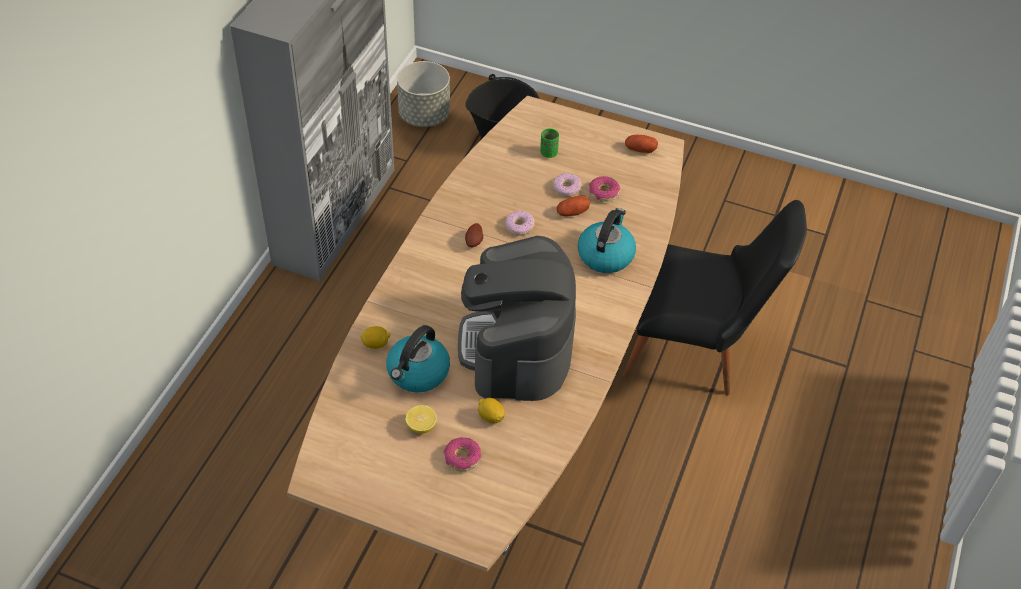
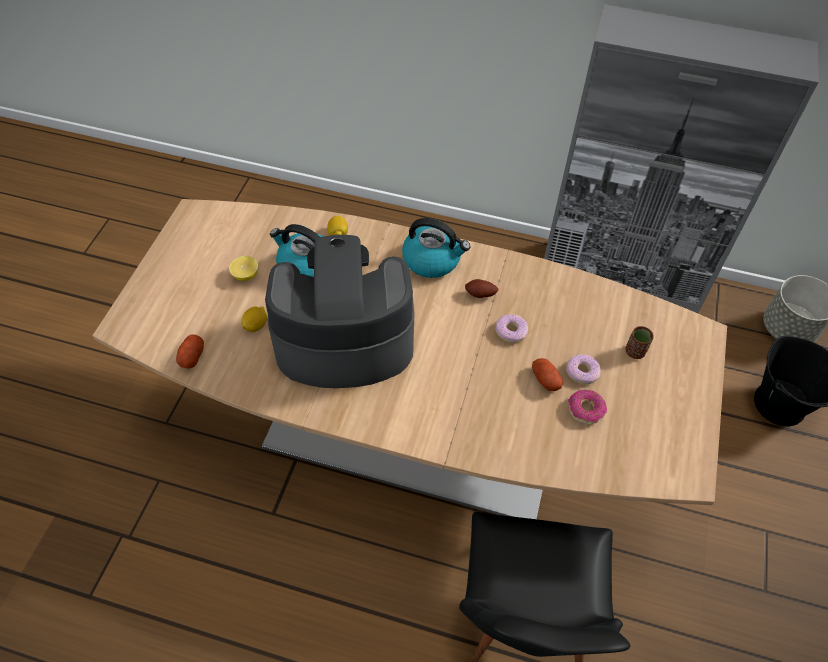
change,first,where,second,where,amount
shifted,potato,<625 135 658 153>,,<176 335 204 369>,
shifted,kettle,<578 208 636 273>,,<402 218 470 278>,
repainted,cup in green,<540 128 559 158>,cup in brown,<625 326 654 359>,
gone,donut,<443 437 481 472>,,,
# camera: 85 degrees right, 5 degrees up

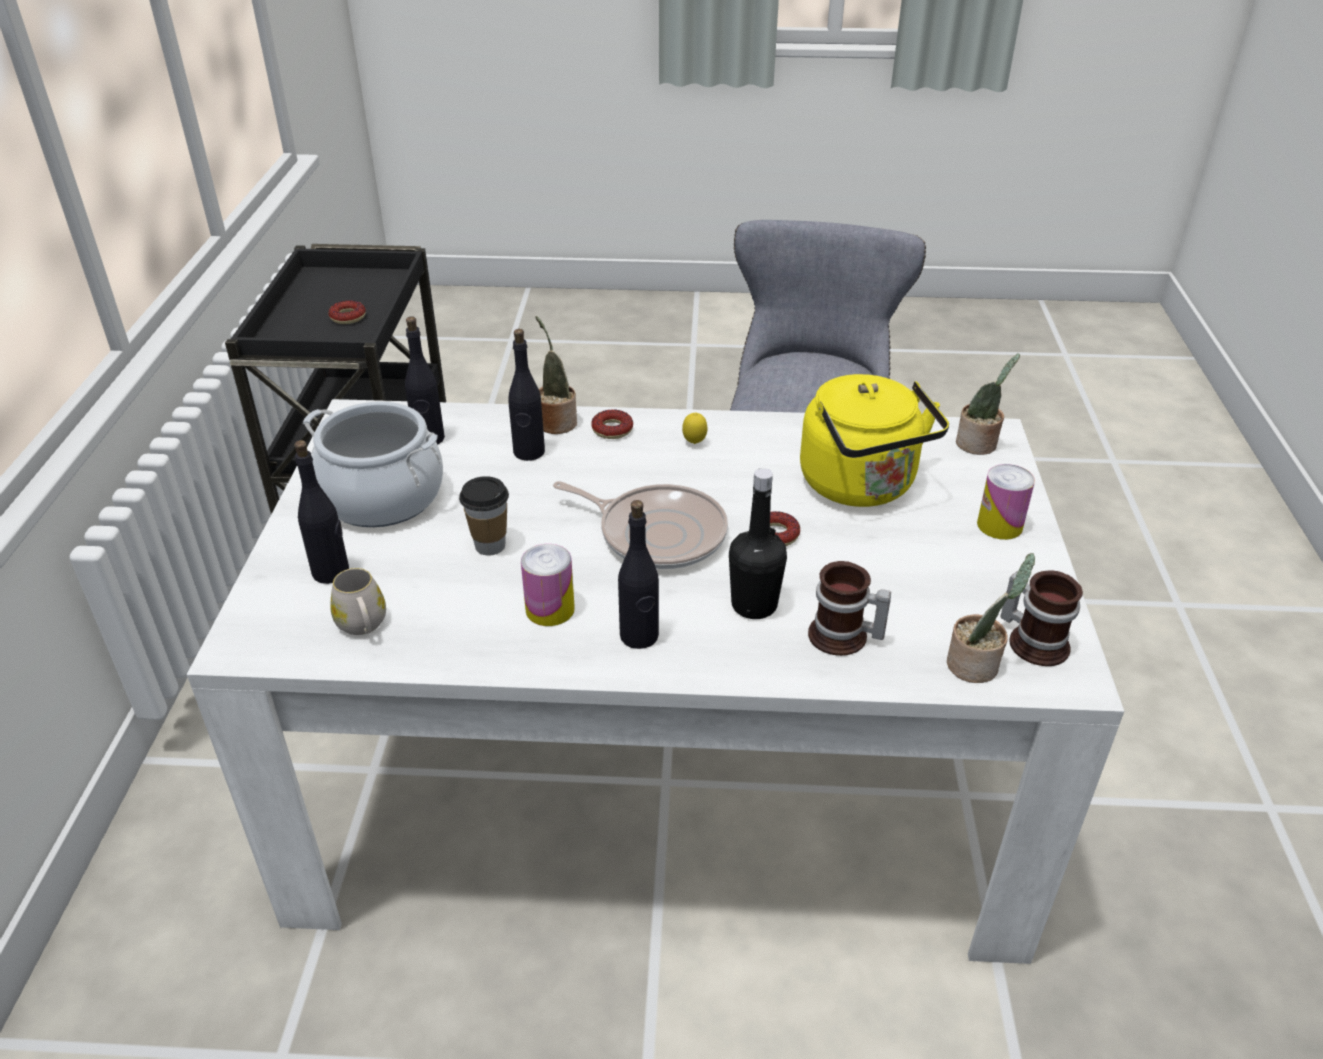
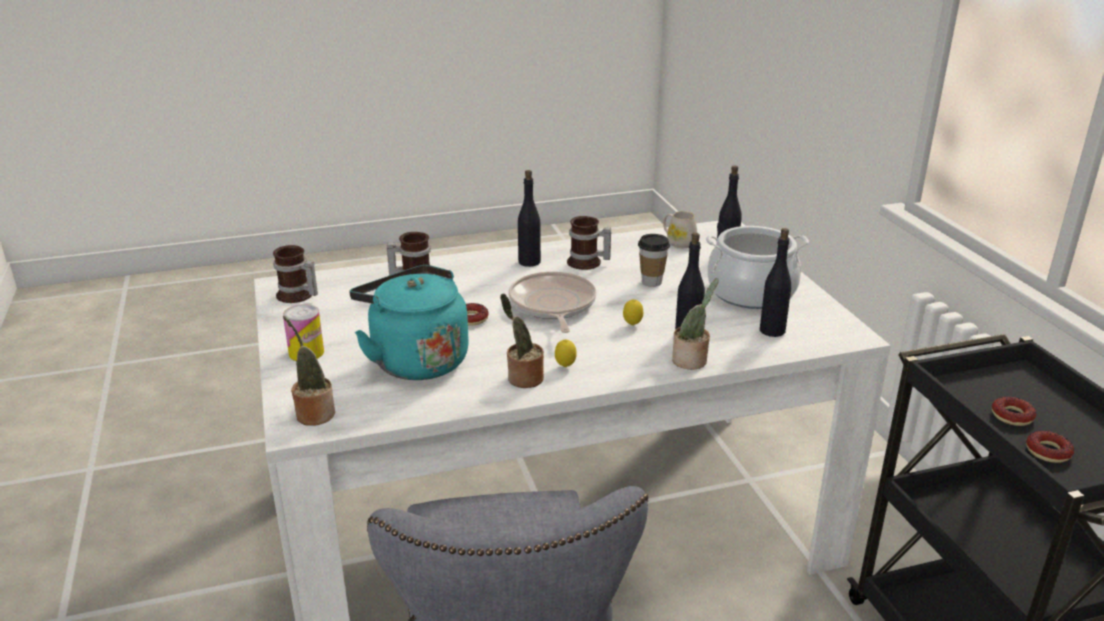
change,first,where,second,where,amount
repainted,kettle in yellow,<800 374 949 507>,kettle in turquoise,<349 265 469 380>,
shifted,potted plant,<947 553 1035 683>,,<500 294 544 388>,
rotated,frying pan,<553 481 728 569>,,<509 272 597 333>,75 degrees clockwise
swapped,can,<521 544 575 626>,mug,<567 216 611 270>,
new,,,lemon,<623 299 643 326>,
shifted,donut,<591 409 633 439>,,<1026 431 1074 463>,
gone,bottle in black,<729 468 787 619>,,,
# camera: 160 degrees right, 10 degrees down

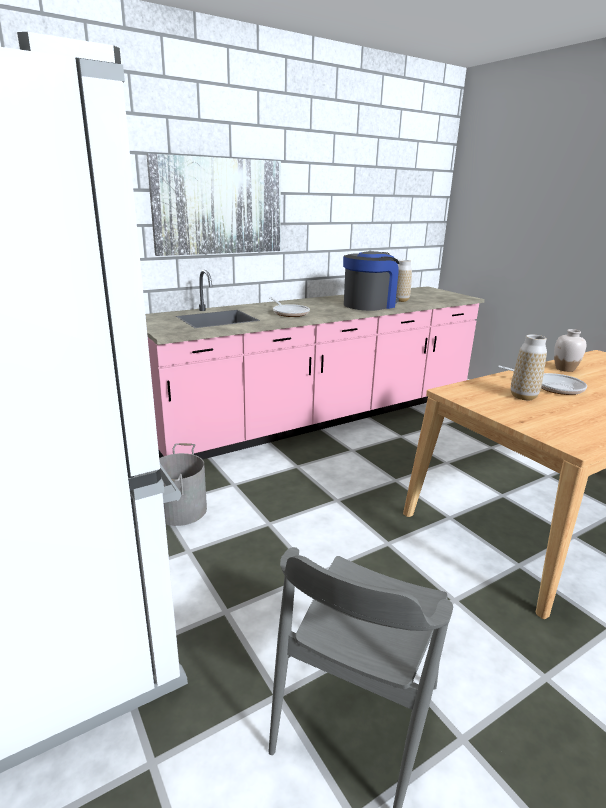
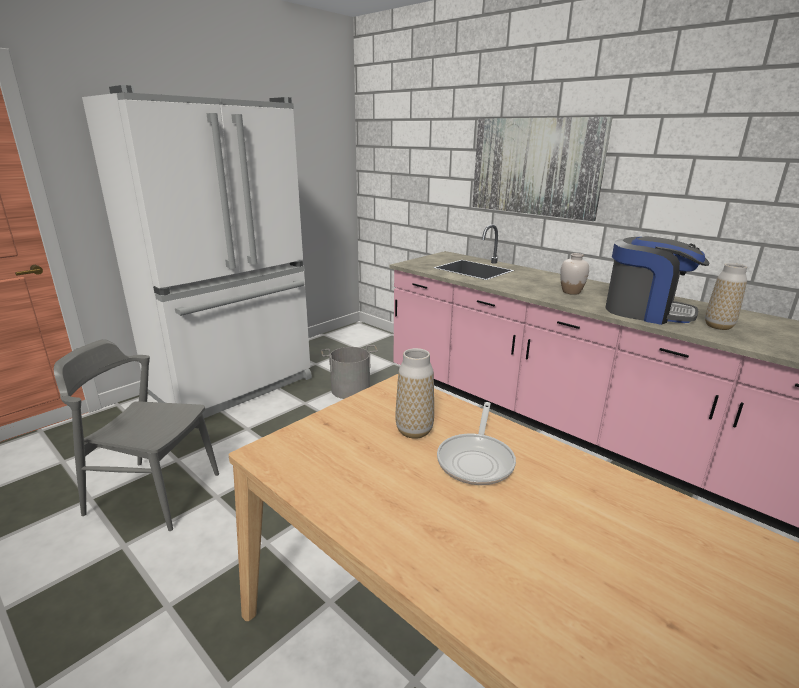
change,first,where,second,where,amount
shifted,vase in white,<554 329 586 372>,,<560 253 589 295>,
gone,frying pan,<268 297 310 317>,,,
# camera: 75 degrees right, 0 degrees up

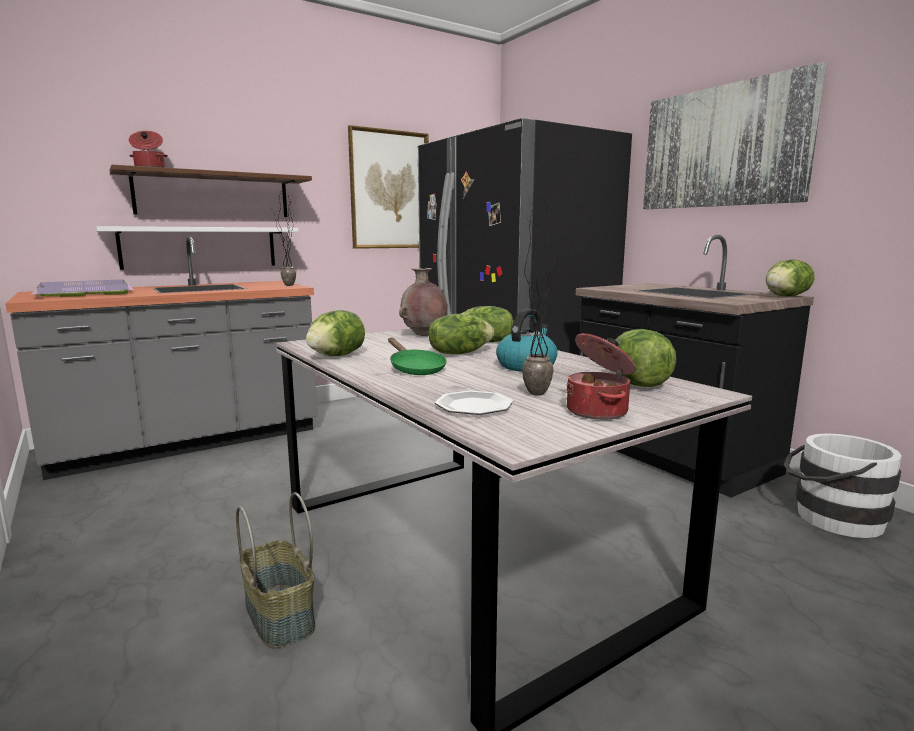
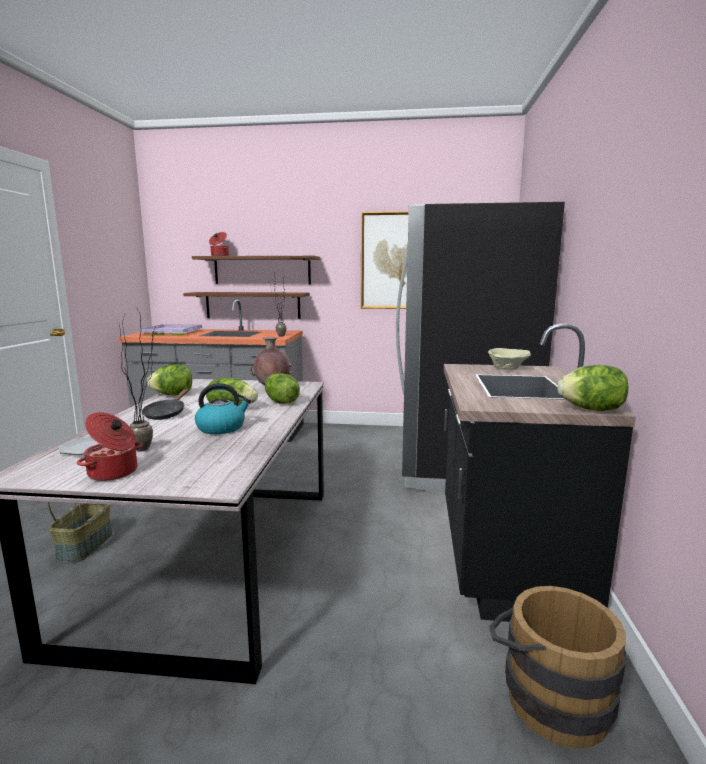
change,first,where,second,where,amount
repainted,frying pan in green,<388 338 447 375>,frying pan in black,<142 389 188 420>,
repainted,shelf in white,<96 226 299 270>,shelf in brown,<183 292 310 319>,
new,,,bowl in beige,<488 348 531 370>,
repainted,bucket in white,<784 433 902 538>,bucket in brown,<489 586 626 749>,
gone,lettuce,<616 329 677 387>,,,
gone,picture,<643 62 826 209>,,,
# camera: 40 degrees right, 0 degrees up

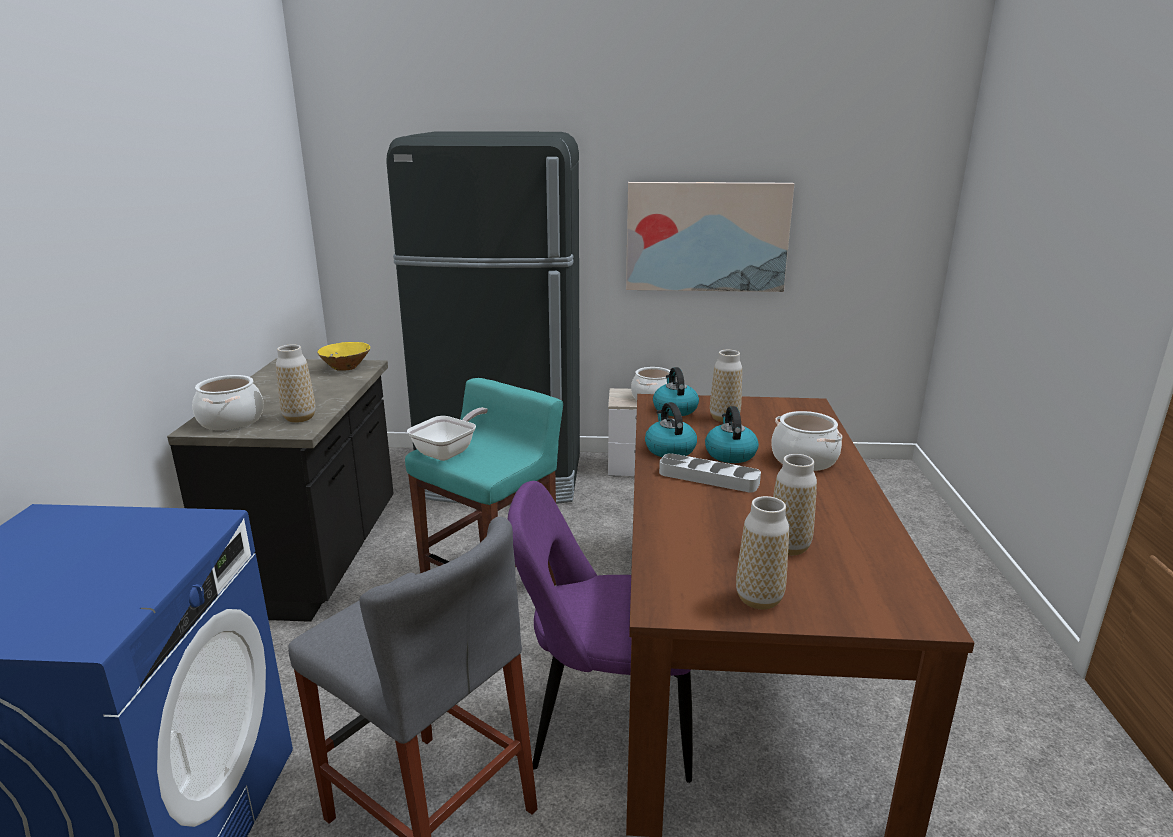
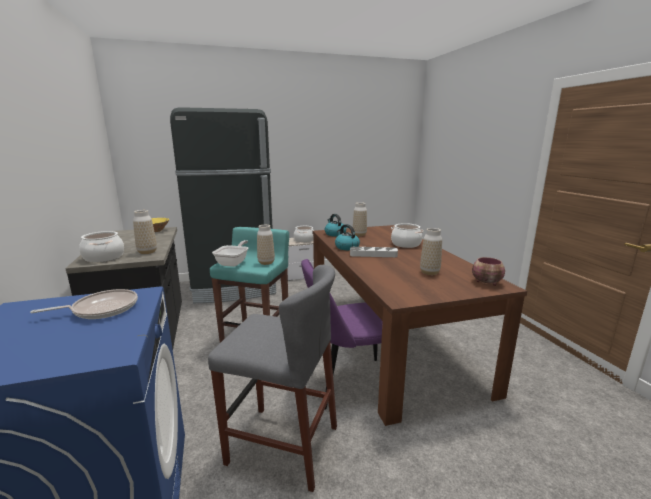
change,first,where,second,where,amount
new,,,frying pan,<30 289 138 319>,
shifted,vase,<736 496 789 609>,,<257 225 275 265>,
new,,,bowl,<472 257 505 286>,
gone,picture,<626 182 794 292>,,,
gone,kettle,<705 406 759 463>,,,
# camera: 20 degrees left, 5 degrees down

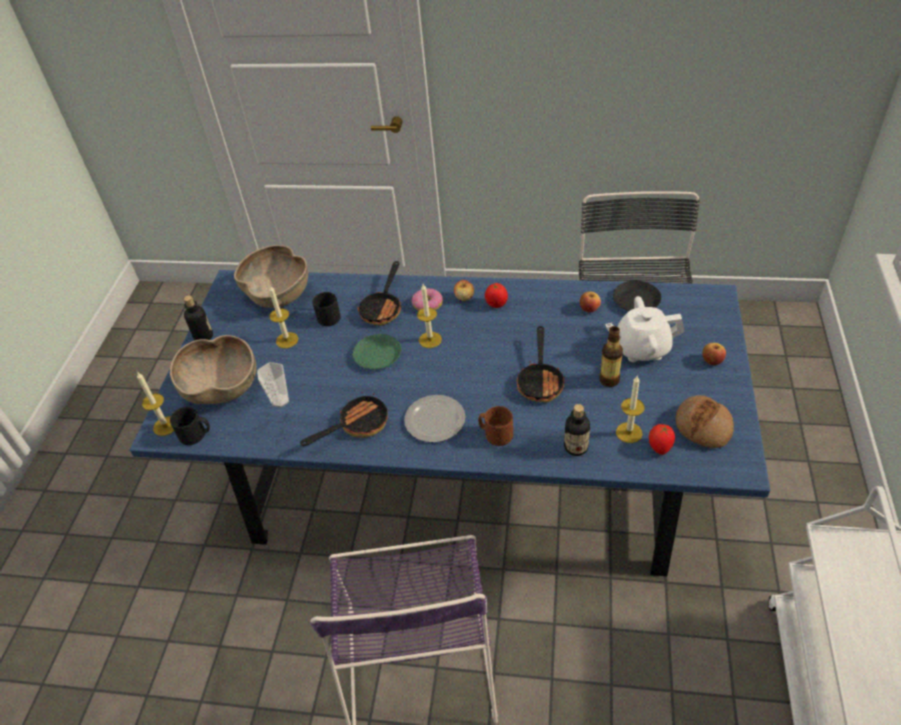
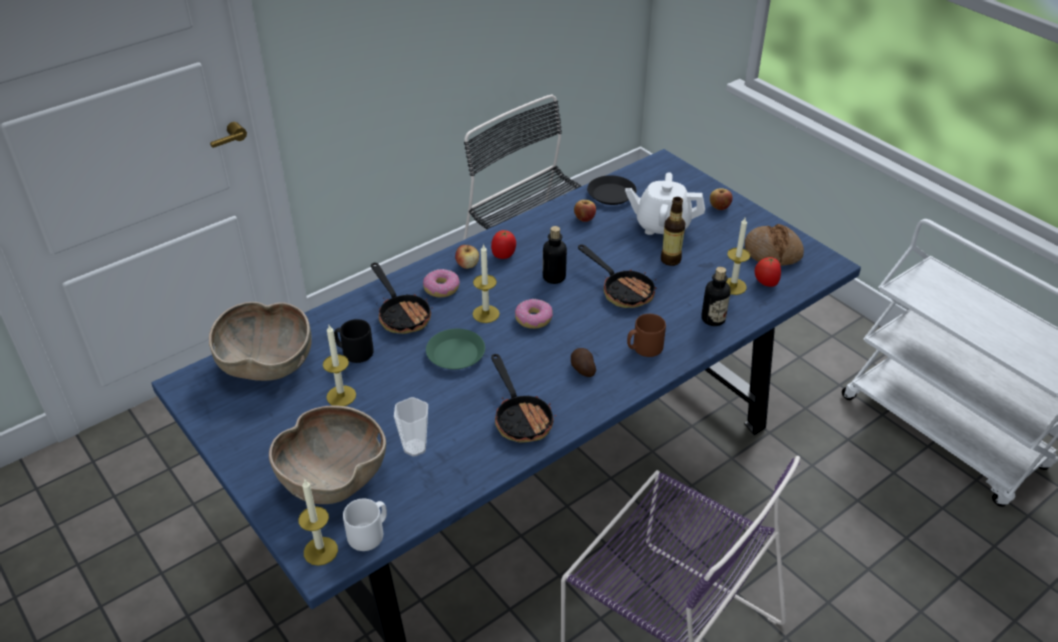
change,first,where,second,where,amount
repainted,mug in black,<170 407 210 445>,mug in white,<343 499 387 551>,
rotated,frying pan,<300 392 388 446>,,<491 354 556 442>,150 degrees clockwise
new,,,donut,<515 299 553 329>,
shifted,bottle,<184 295 213 340>,,<543 226 567 284>,
swapped,plate,<404 395 465 442>,potato,<571 348 596 377>,
rotated,teapot in white,<605 296 685 362>,,<625 172 705 235>,60 degrees clockwise
# camera: 50 degrees left, 5 degrees down

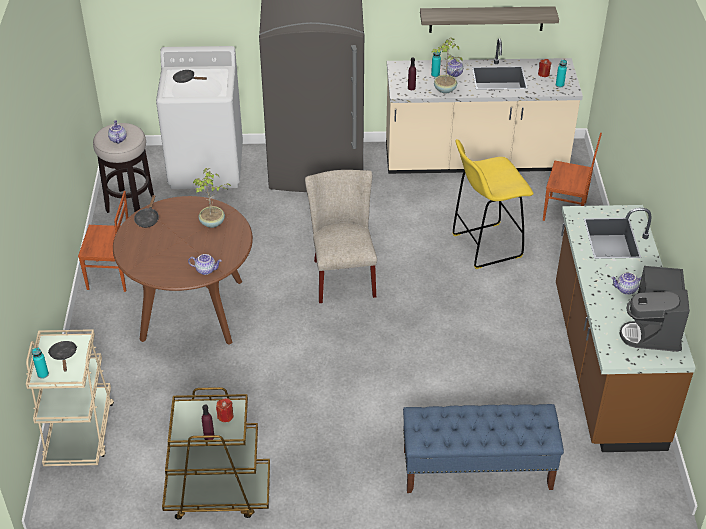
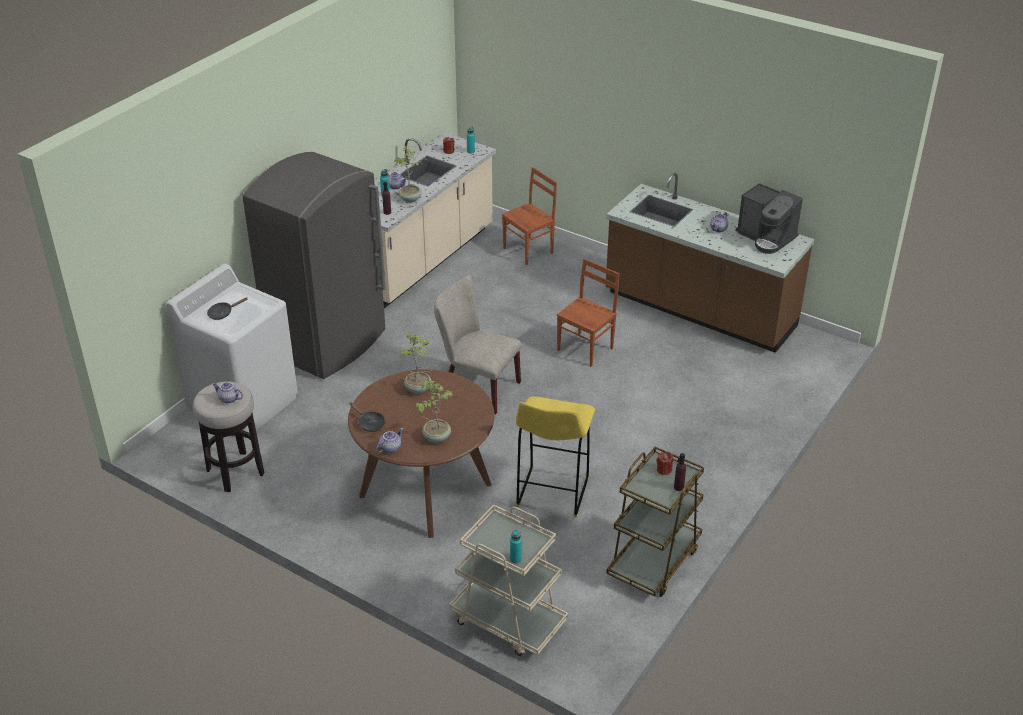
change,first,where,second,where,amount
shifted,teapot,<188 254 222 275>,,<376 428 403 454>,
new,,,potted plant,<415 381 453 443>,
shifted,stool in yellow,<452 139 534 269>,,<516 396 595 517>,
shifted,chair in brown,<78 191 128 292>,,<557 258 619 367>,
gone,frying pan in black,<48 341 77 372>,,,
gone,bench in blue,<403 404 564 493>,,,
gone,shelf,<420 6 559 33>,,,
# camera: 55 degrees left, 5 degrees down

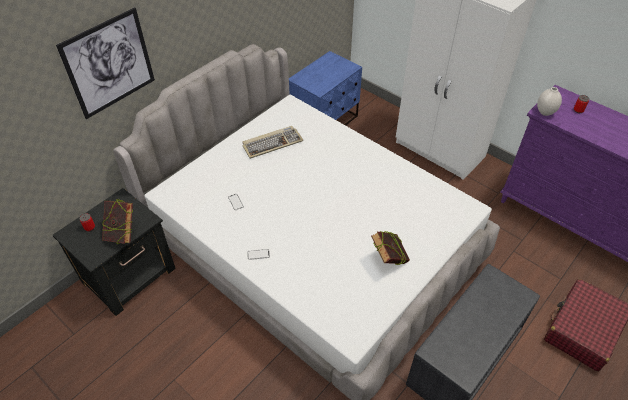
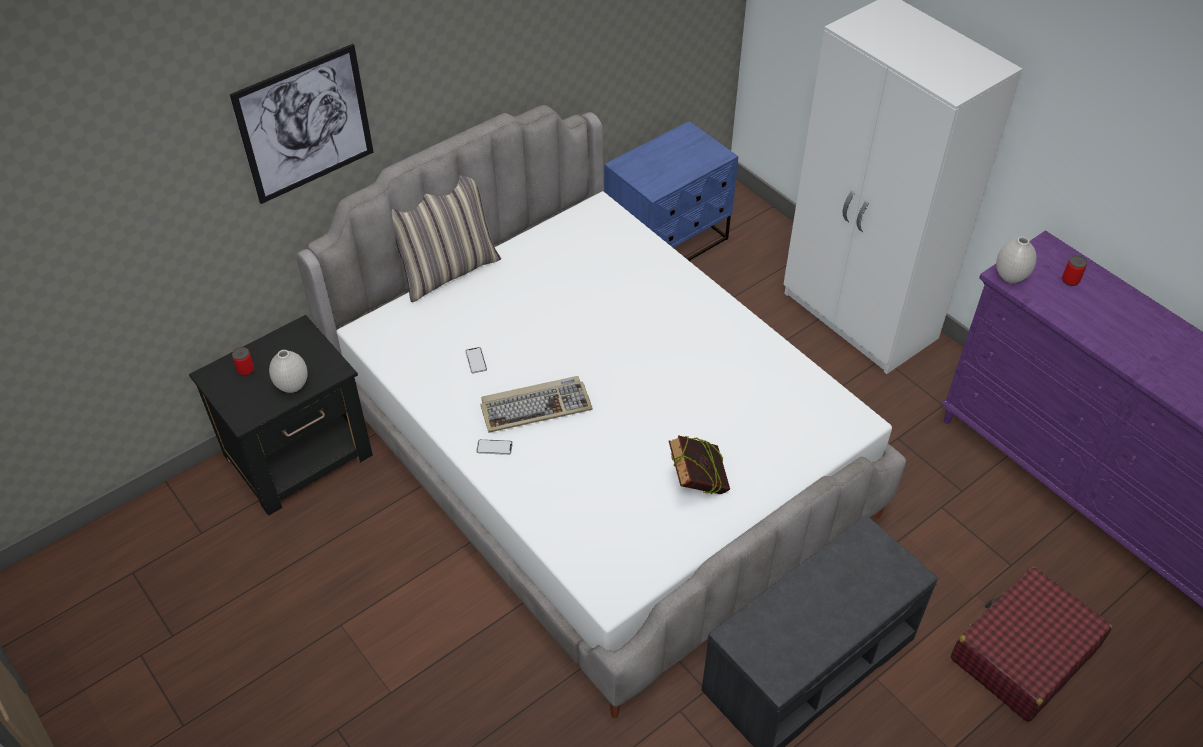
change,first,where,second,where,amount
swapped,book,<102 199 133 245>,vase in white,<269 350 308 393>,
new,,,pillow,<392 175 501 302>,
shifted,keyboard,<242 126 303 159>,,<480 376 593 433>,
# camera: 10 degrees right, 0 degrees up

